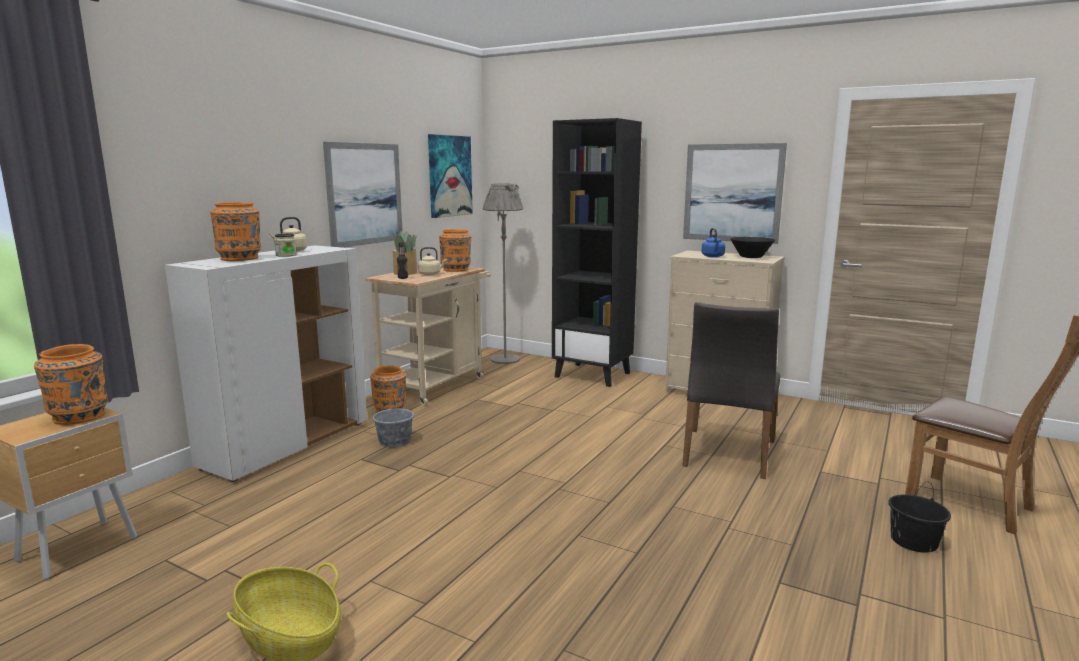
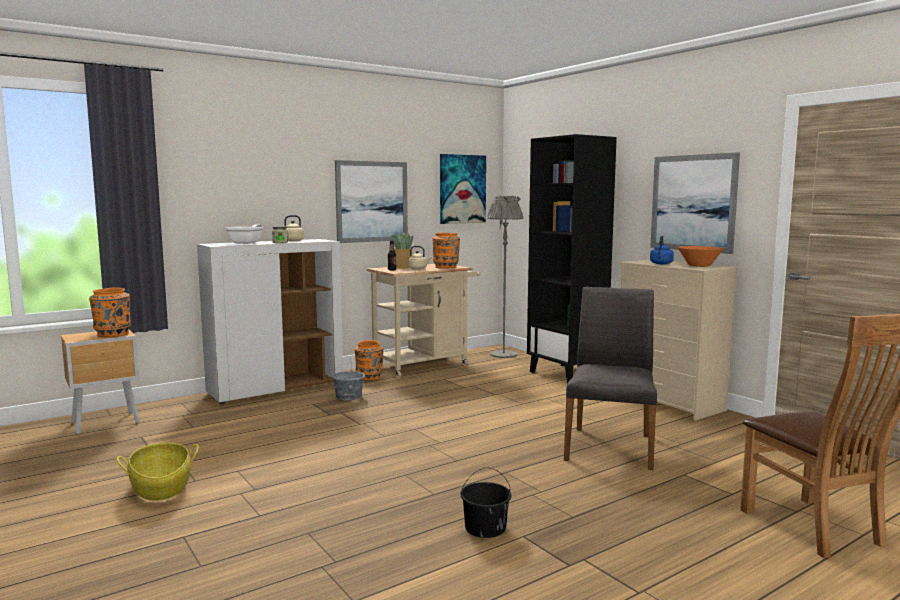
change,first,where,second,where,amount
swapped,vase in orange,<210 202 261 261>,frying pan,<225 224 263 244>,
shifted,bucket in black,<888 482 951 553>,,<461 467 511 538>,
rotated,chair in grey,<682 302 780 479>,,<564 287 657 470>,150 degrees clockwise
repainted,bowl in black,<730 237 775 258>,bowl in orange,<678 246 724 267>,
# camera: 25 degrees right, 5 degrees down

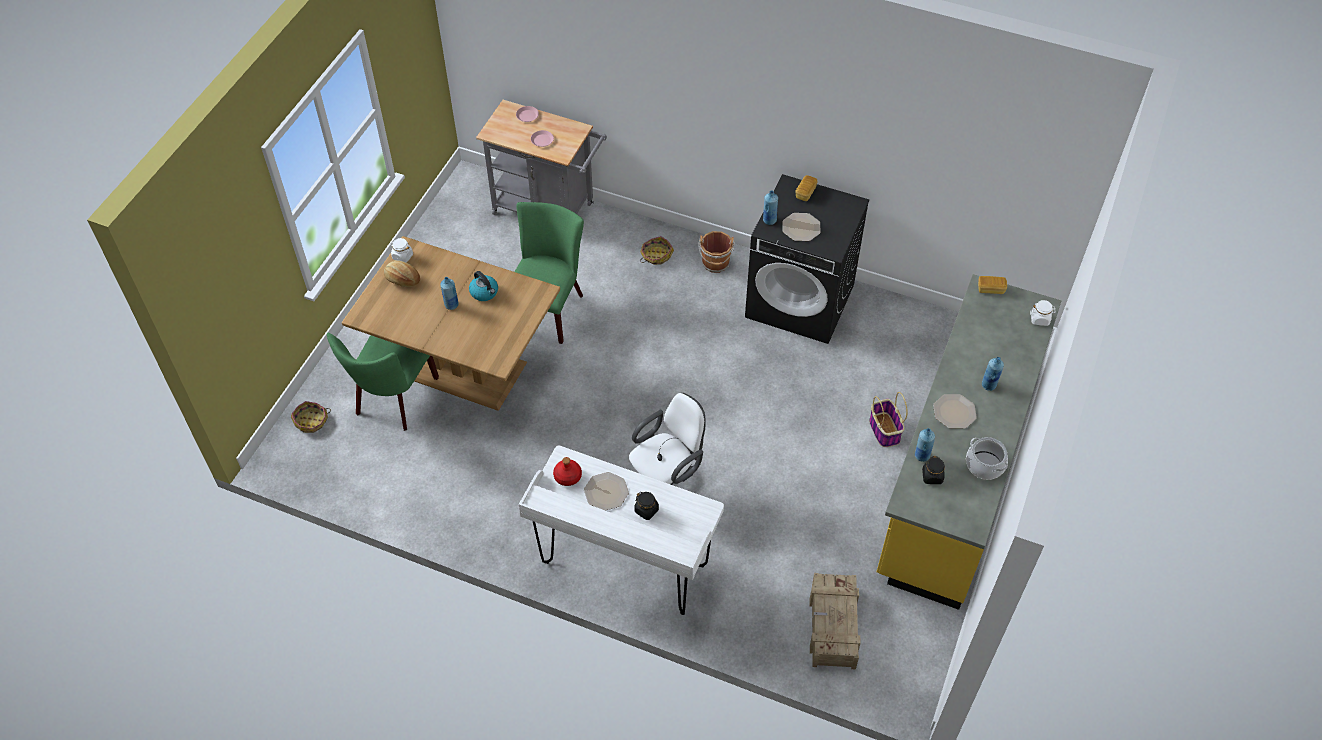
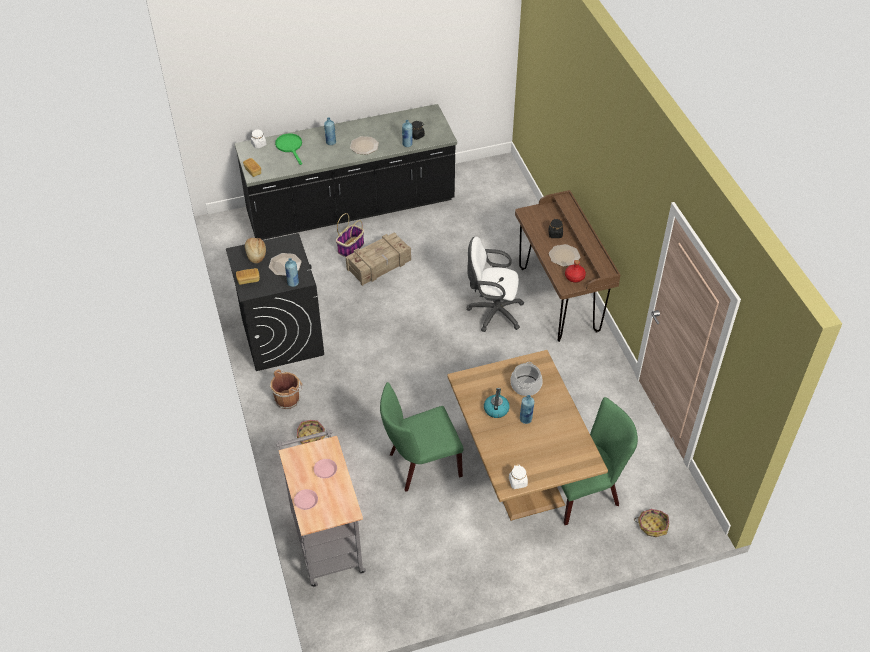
change,first,where,second,where,amount
repainted,counter in yellow,<877 274 1061 610>,counter in black,<234 104 457 240>,
shifted,bread,<384 260 420 287>,,<245 238 266 263>,
new,,,frying pan in green,<275 134 302 165>,
shifted,crate,<810 573 861 670>,,<346 232 411 286>,
shifted,cooking pot,<966 437 1008 480>,,<510 362 543 396>,
repainted,desk in white,<519 445 724 615>,desk in brown,<515 190 620 342>,
# camera: 130 degrees left, 5 degrees down

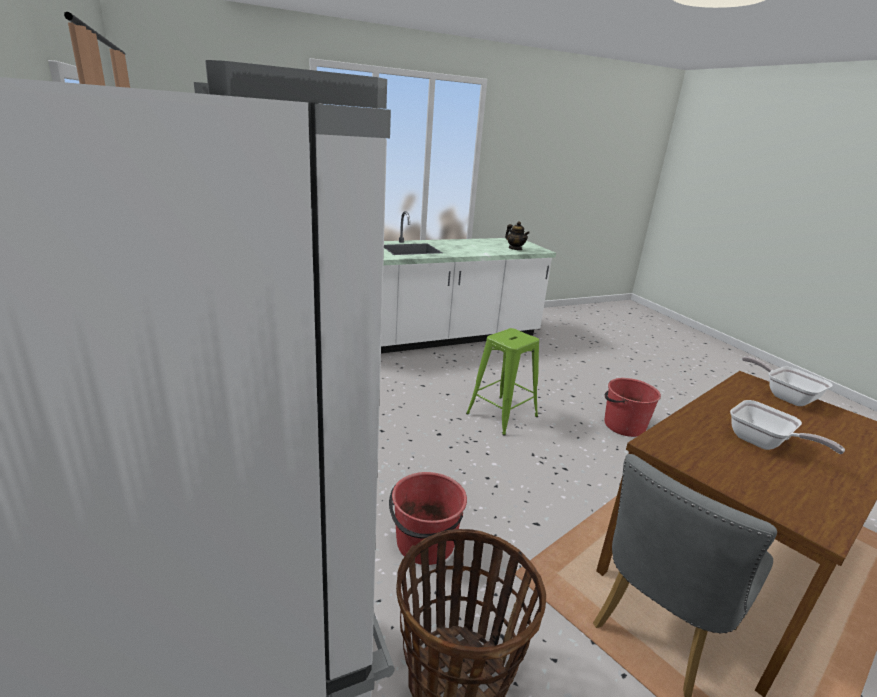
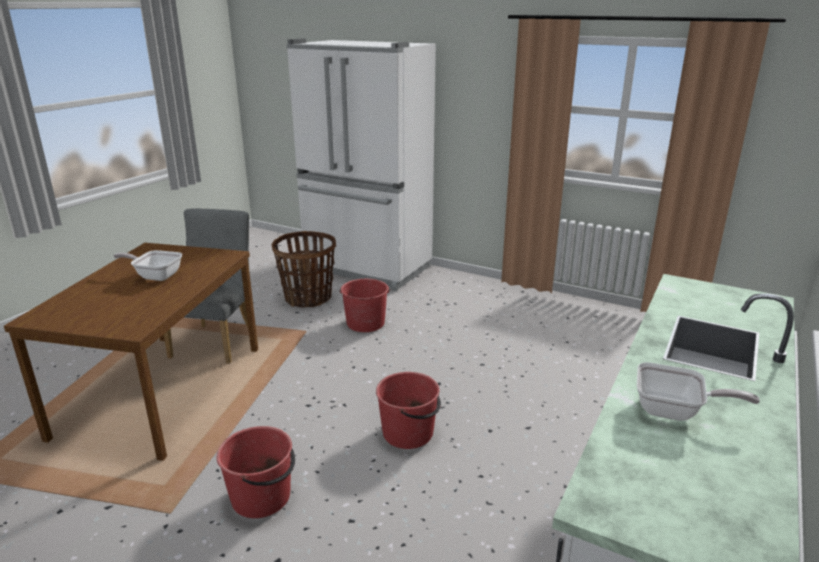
change,first,where,second,where,amount
swapped,stool in green,<466 328 539 435>,bucket in red,<376 372 441 449>,
shifted,frying pan,<742 356 833 406>,,<637 362 760 421>,
gone,teapot,<505 221 530 250>,,,
# camera: 145 degrees right, 0 degrees up

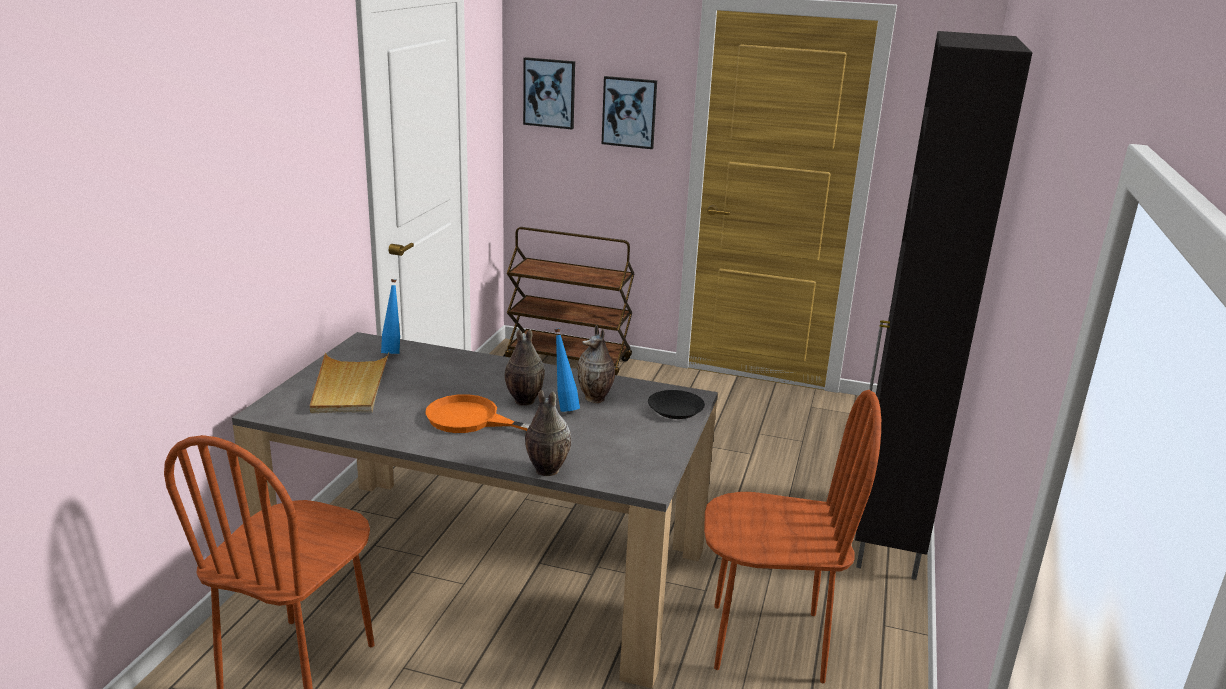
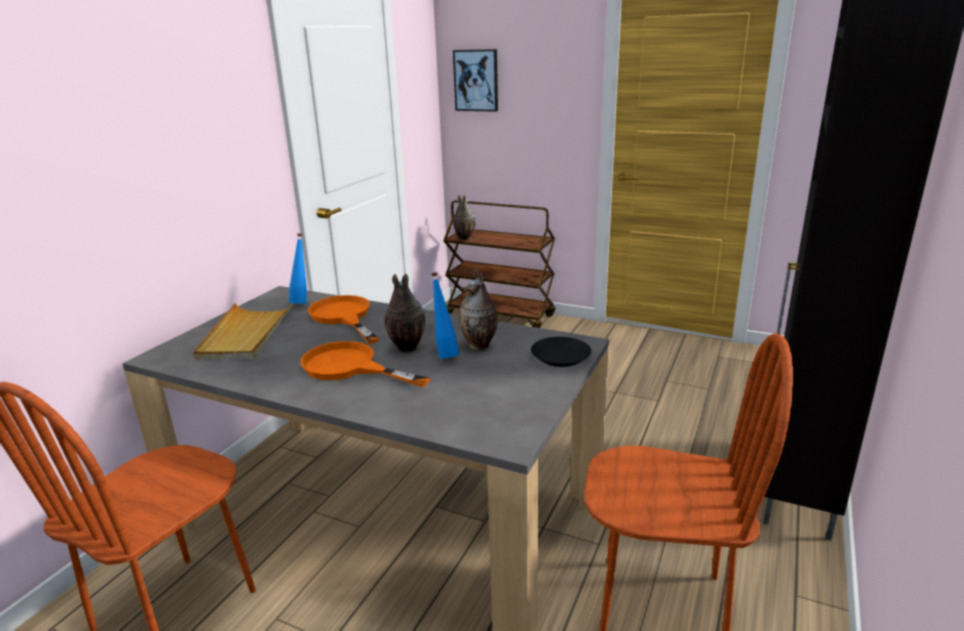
change,first,where,second,where,amount
new,,,frying pan in orange,<308 295 379 344>,
shifted,vase,<525 390 571 476>,,<453 195 475 240>,
gone,picture,<602 76 657 149>,,,
# camera: 10 degrees right, 0 degrees up

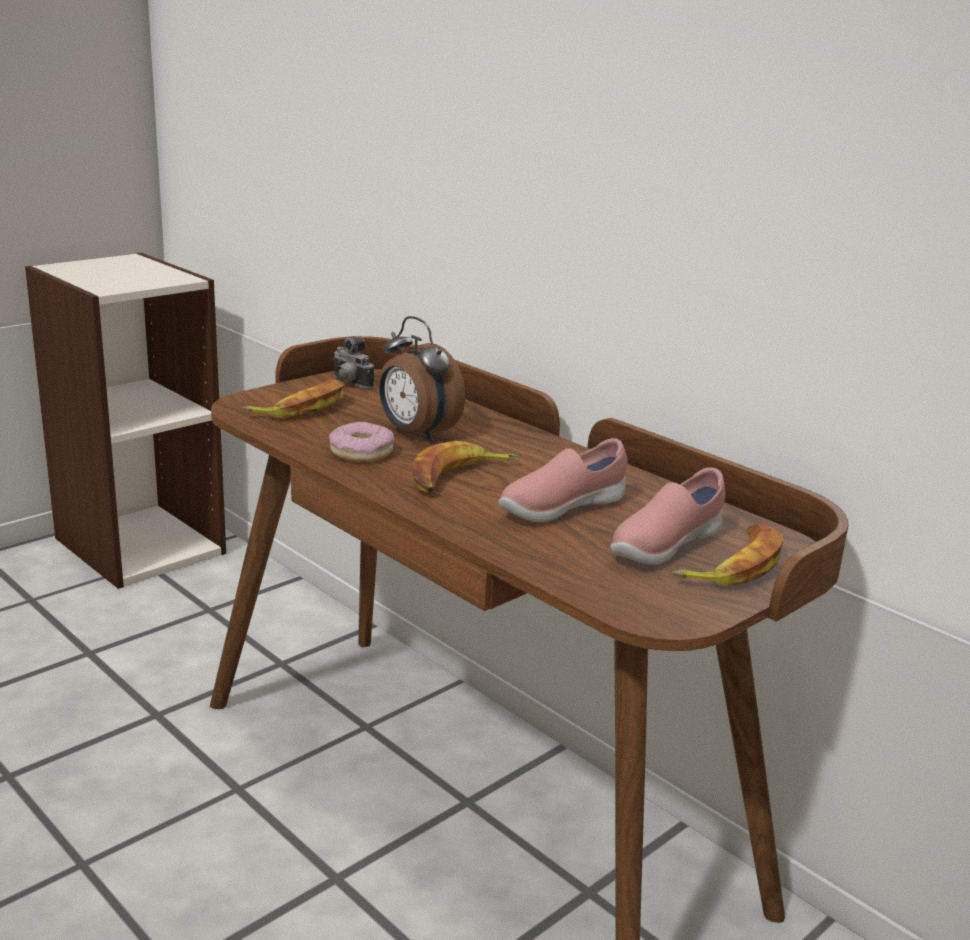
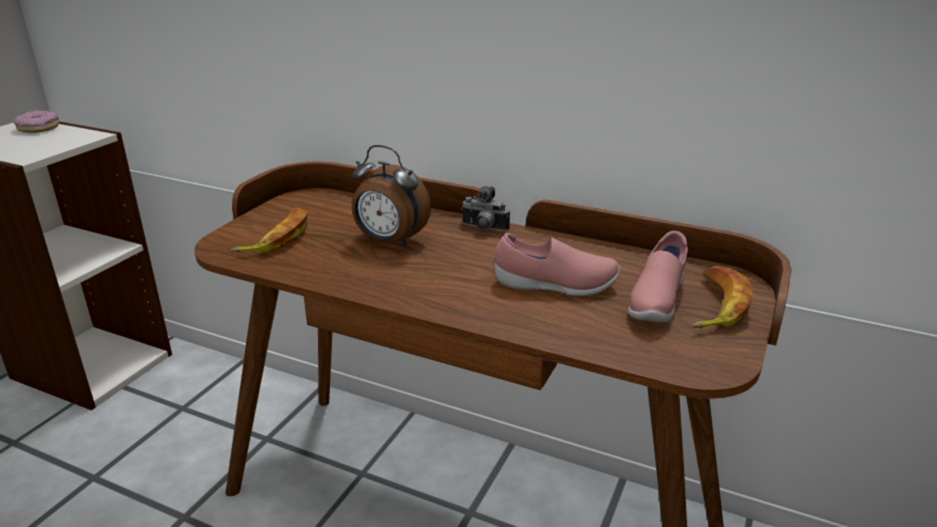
change,first,where,second,where,amount
shifted,donut,<329 422 395 462>,,<14 110 59 133>,
shifted,photo camera,<333 336 374 389>,,<461 186 510 232>,
rotated,shoe in pink,<498 438 628 522>,,<494 233 620 296>,120 degrees counterclockwise
gone,banana,<412 441 519 492>,,,
# camera: 20 degrees left, 5 degrees up

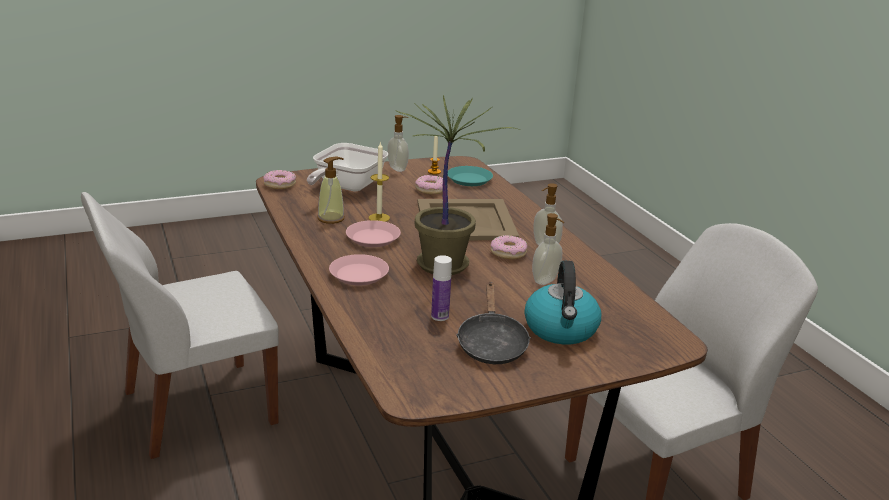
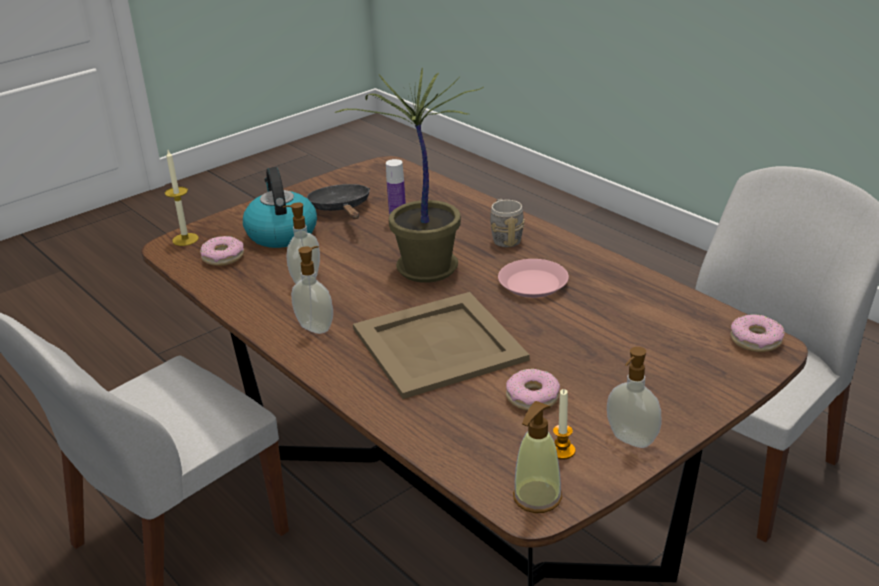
change,first,where,second,where,amount
shifted,candle,<369 141 390 222>,,<165 150 199 246>,
shifted,donut,<491 235 527 259>,,<200 236 244 266>,
swapped,plate in pink,<329 254 389 285>,mug in grey,<490 199 525 247>,
shifted,soap dispenser,<317 157 345 224>,,<513 401 562 513>,
gone,frying pan,<307 143 388 191>,,,
gone,plate in turquoise,<448 166 493 186>,,,
# camera: 165 degrees right, 5 degrees up

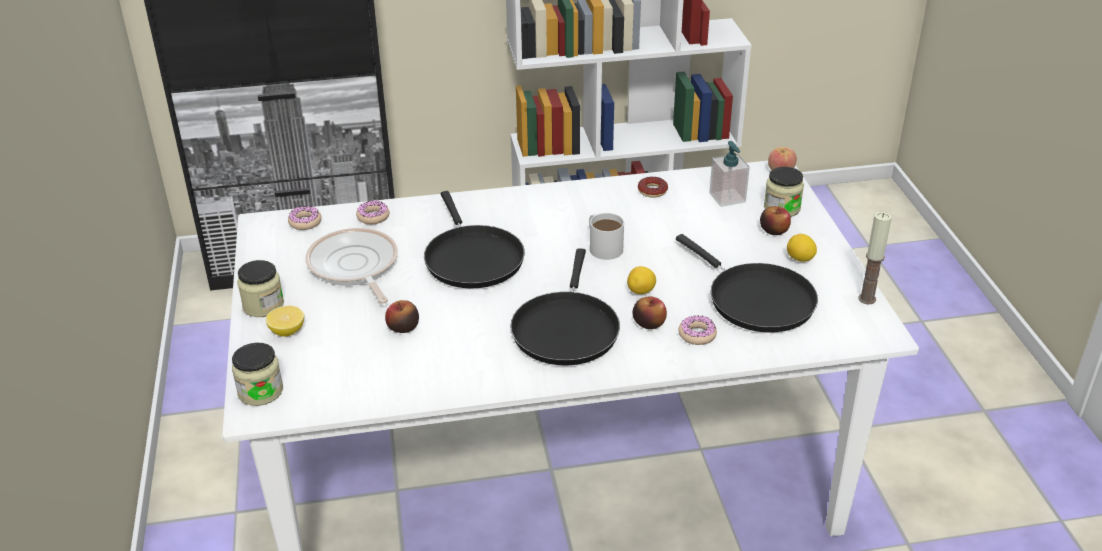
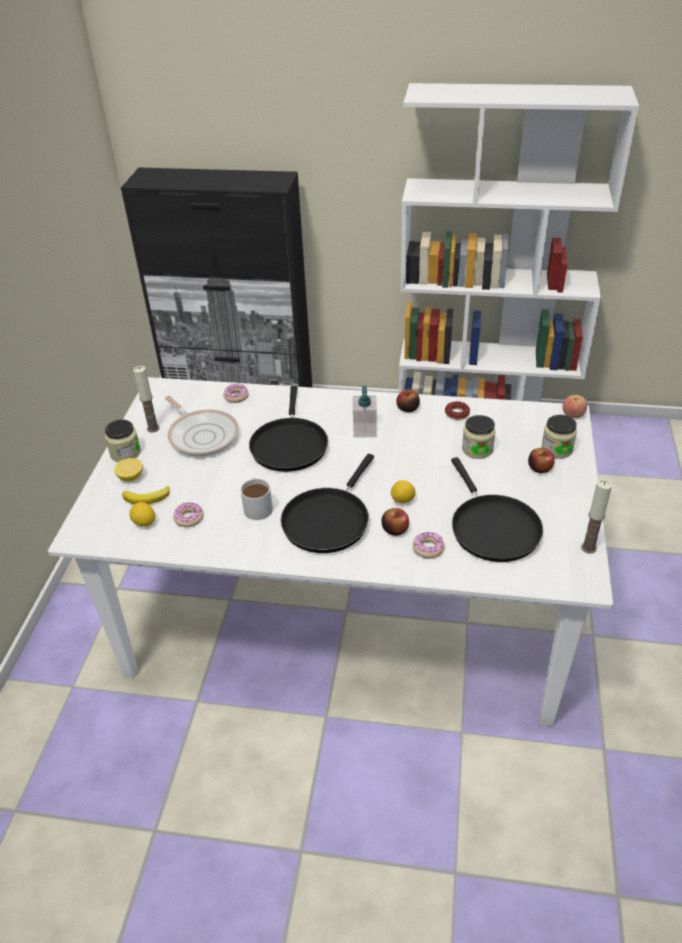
change,first,where,second,where,amount
new,,,banana,<122 486 170 504>,
shifted,lemon,<787 234 817 262>,,<129 502 155 527>,
new,,,candle,<133 366 160 433>,
rotated,frying pan,<305 228 398 303>,,<165 396 239 457>,150 degrees clockwise
shifted,donut,<288 206 322 230>,,<173 503 204 527>,
shifted,mug in white,<589 213 624 260>,,<240 477 273 520>,
shifted,soap dispenser,<709 141 750 207>,,<353 385 377 438>,
shifted,apple,<385 300 419 333>,,<396 389 420 412>,
shifted,jar,<232 343 283 406>,,<462 415 495 459>,
# camera: 20 degrees right, 5 degrees up

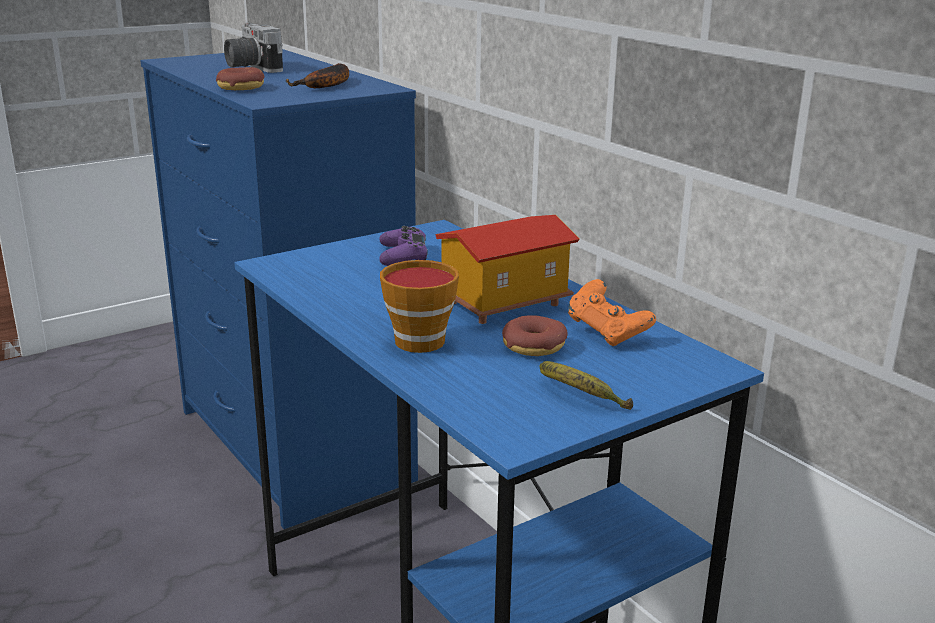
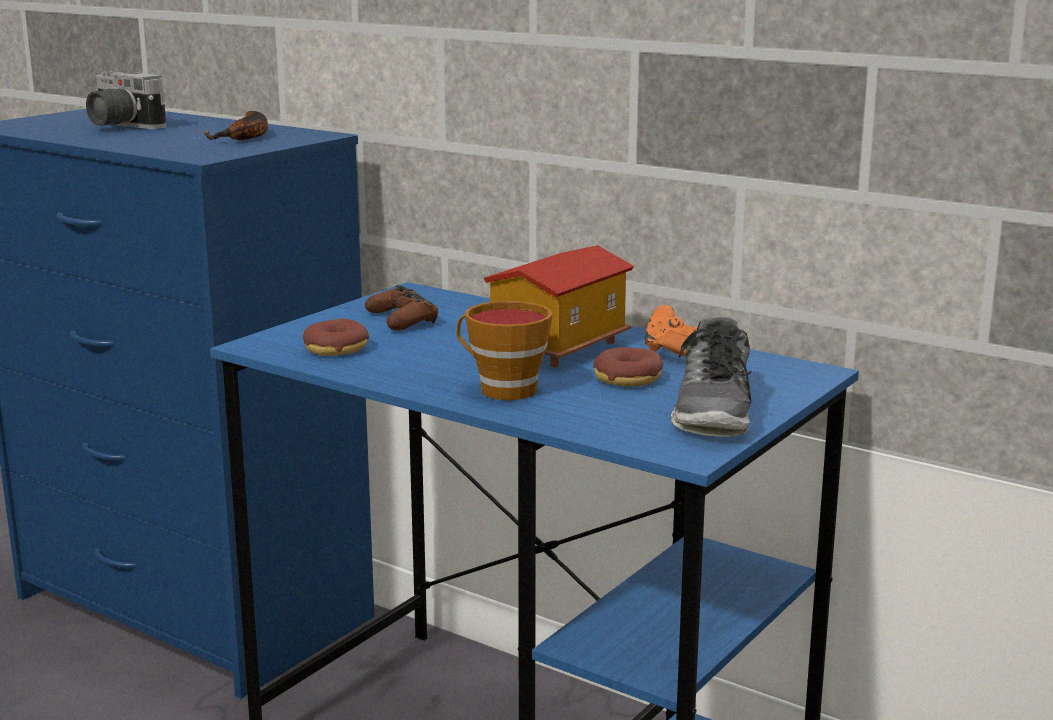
change,first,where,second,where,amount
shifted,donut,<216 67 265 90>,,<303 319 369 356>,
repainted,game controller in purple,<379 226 428 266>,game controller in brown,<365 285 438 330>,
swapped,banana,<540 361 633 410>,shoe,<671 317 752 437>,
# camera: 20 degrees left, 5 degrees down

